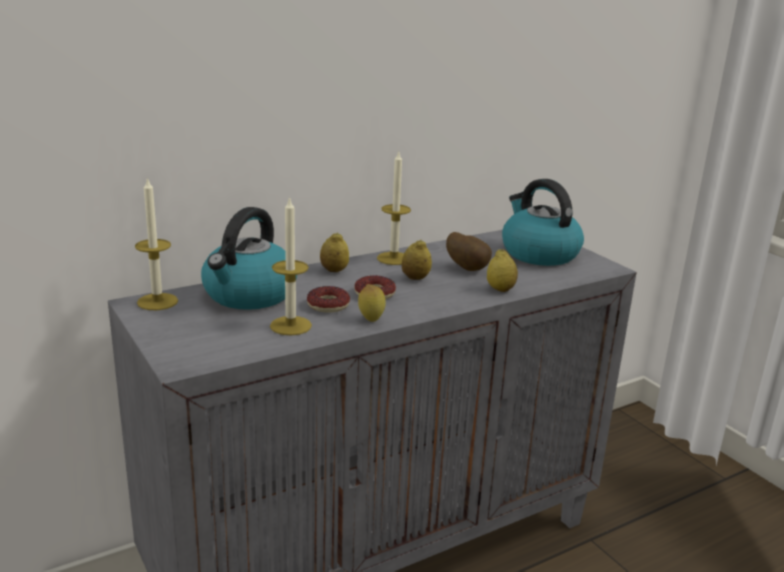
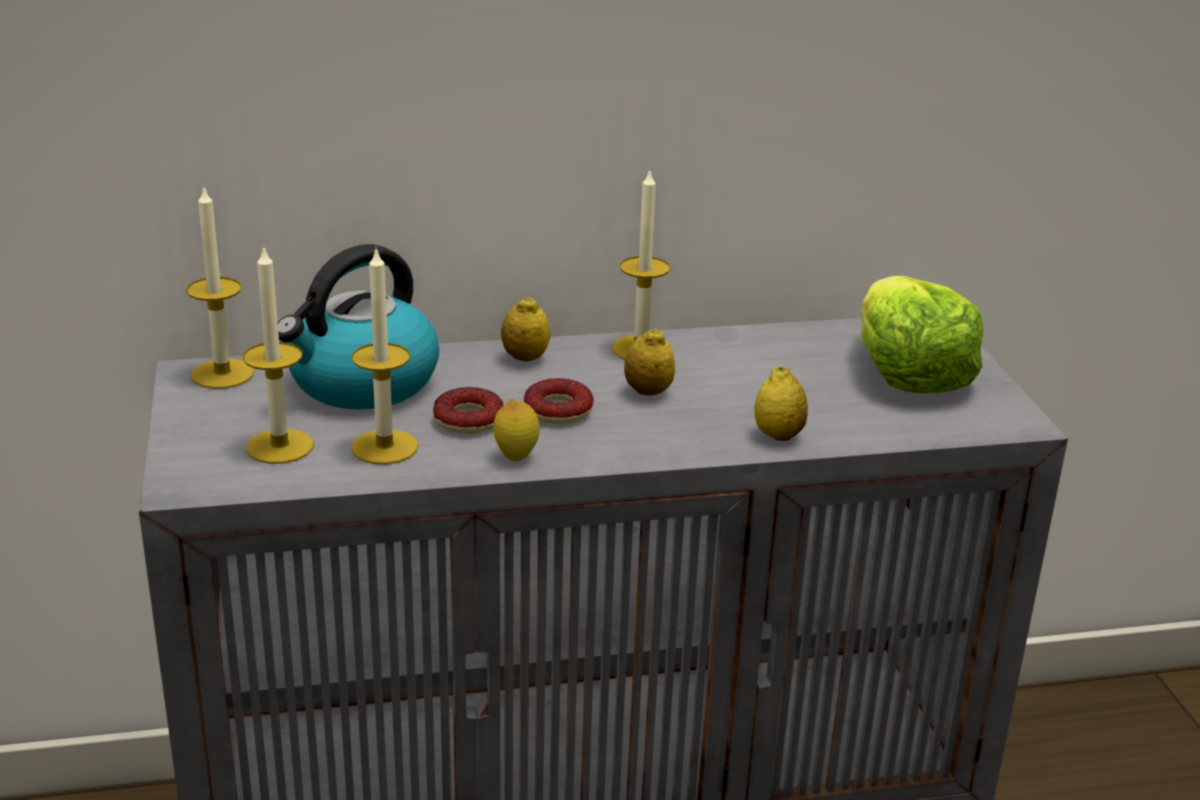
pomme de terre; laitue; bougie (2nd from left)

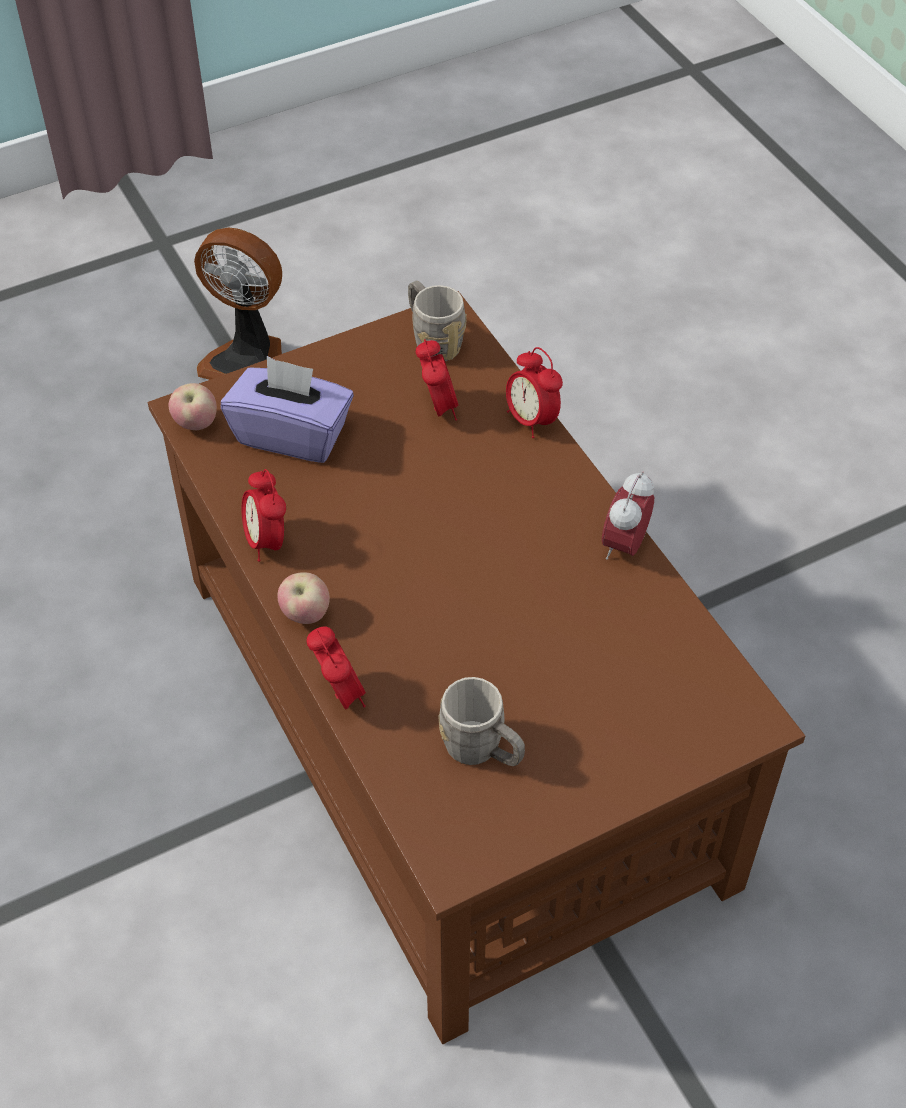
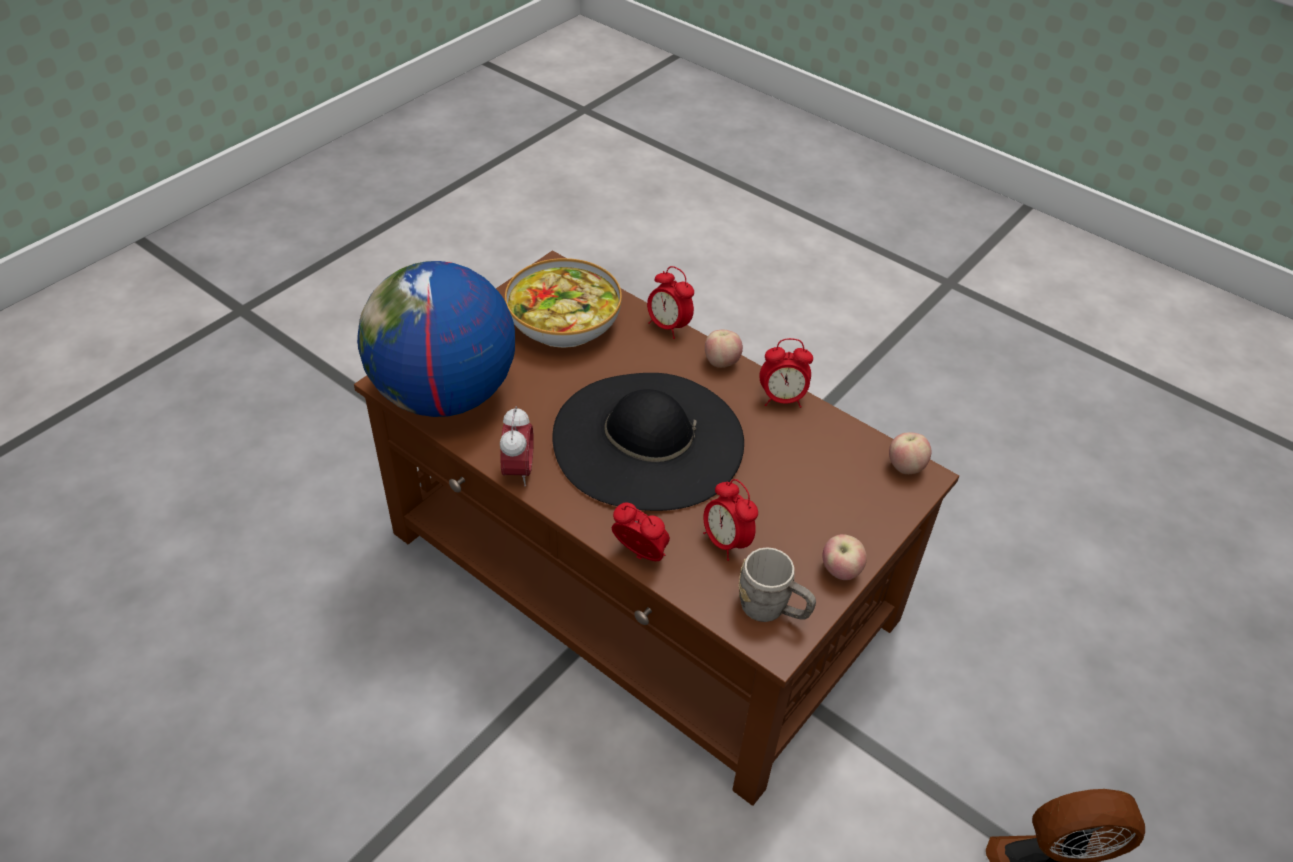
boîte à mouchoirs [violet]; réveil (5th from left); bol; globe; chapeau [noir]; pomme (2nd from left)

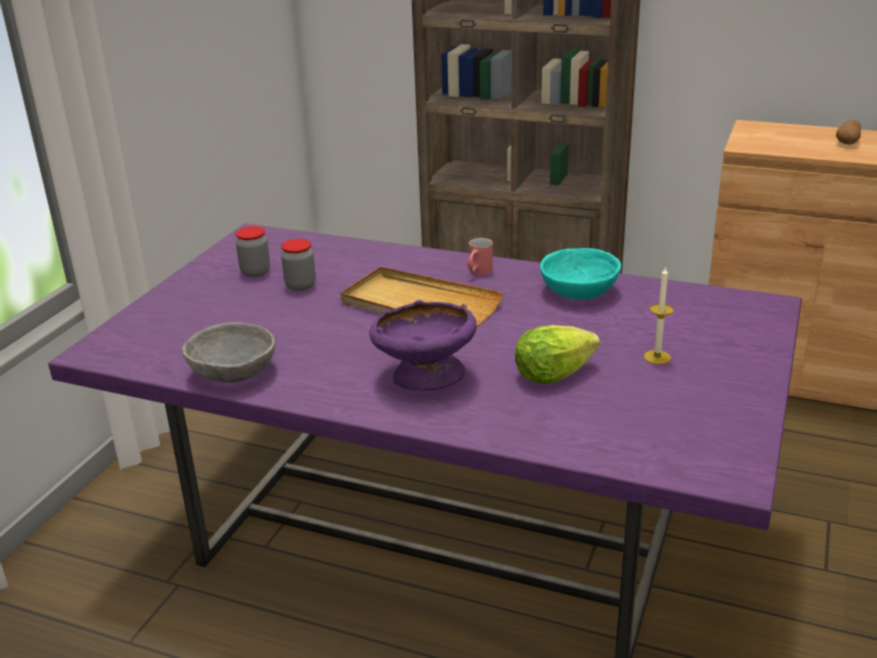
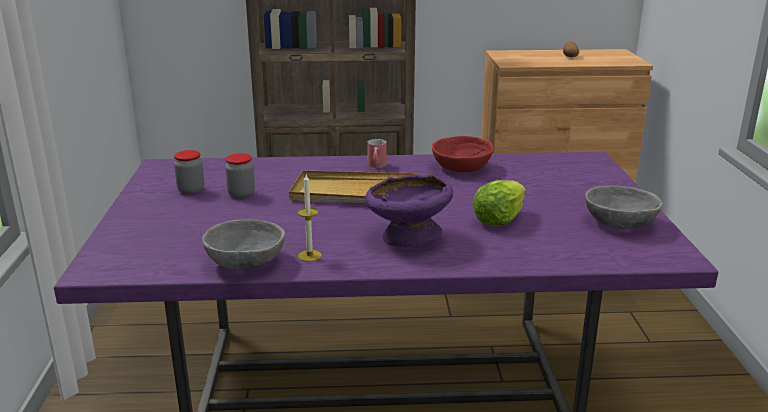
bol [rouge]; bougie; bol [gris] (2nd from left)

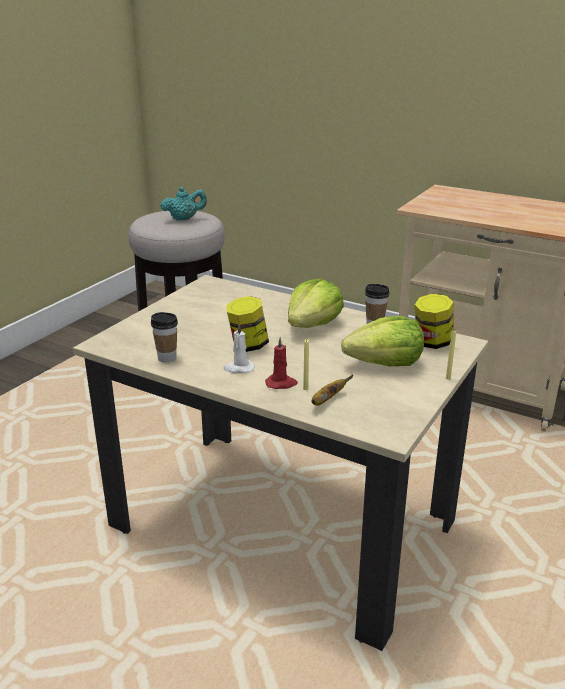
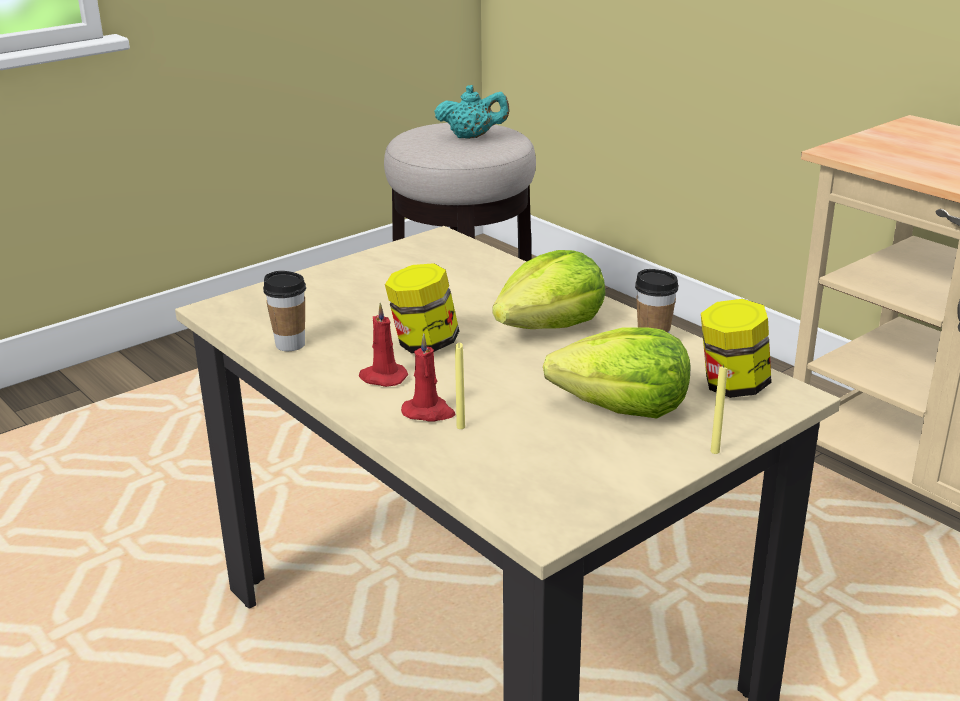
bougie [rouge] (1st from left); banane

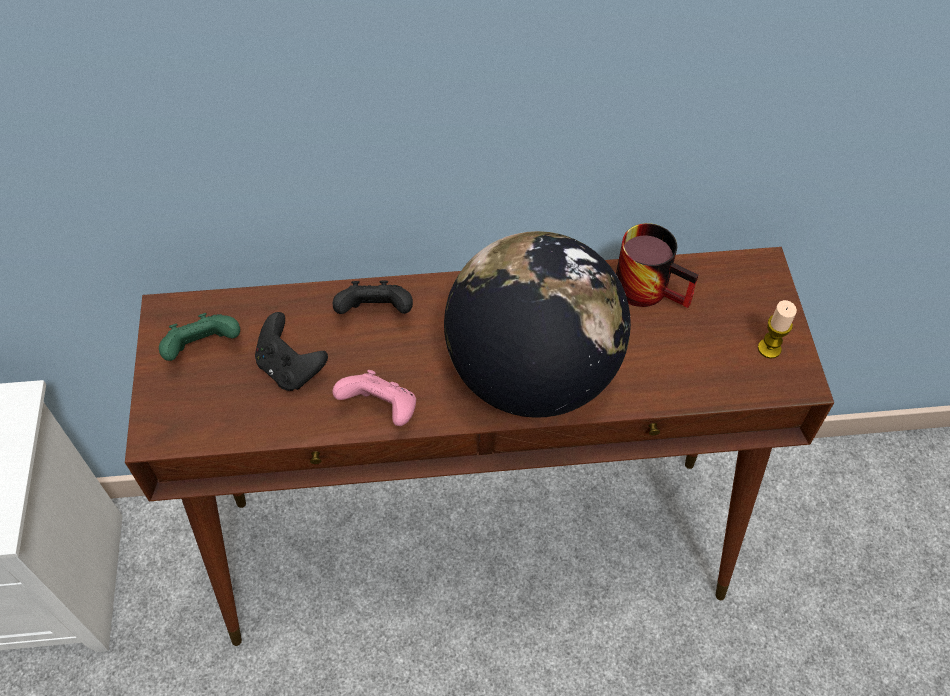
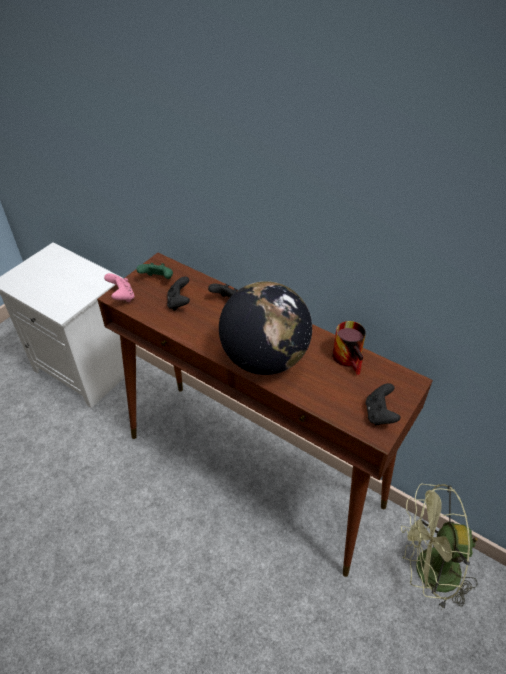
manette [rose]; manette [noir] (3rd from left); ventilateur [vert]

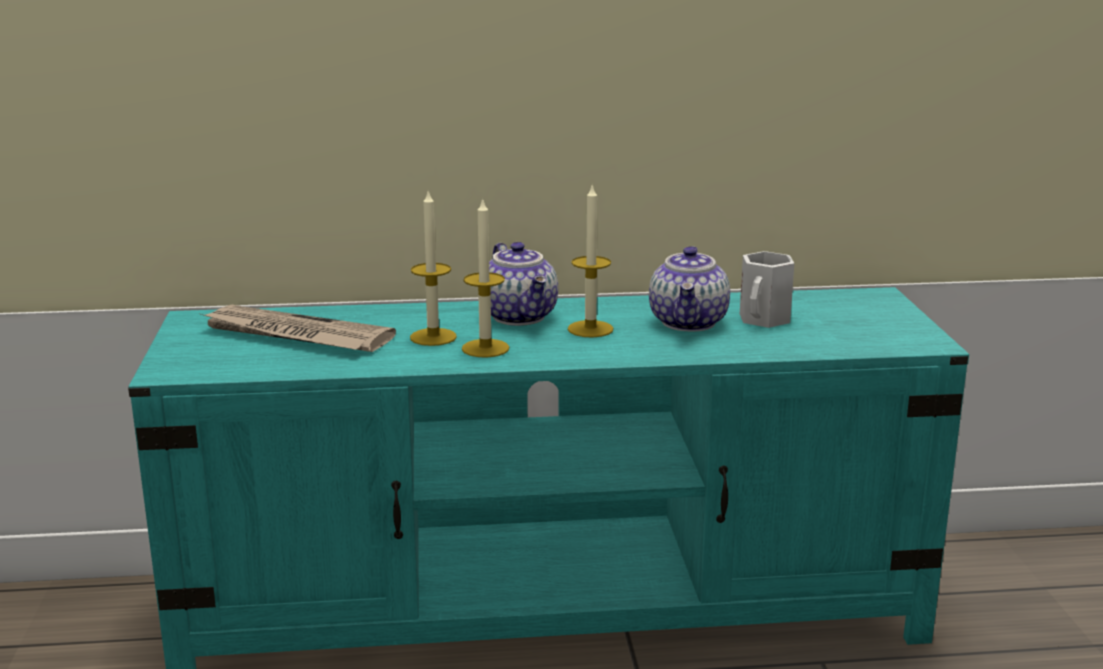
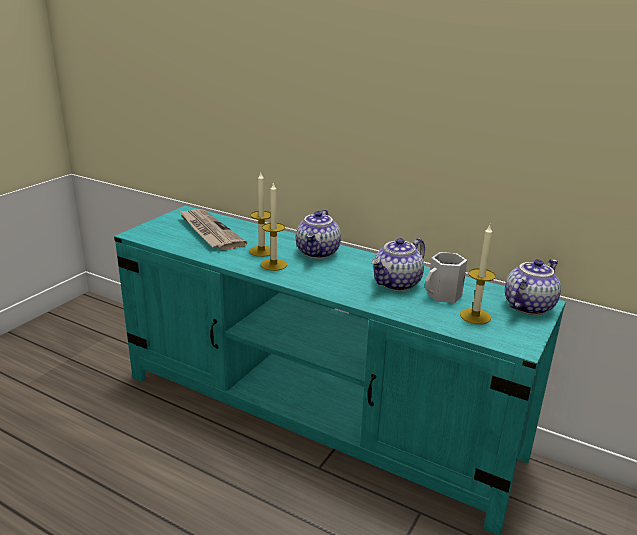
bougie (3rd from left); théière (3rd from left)

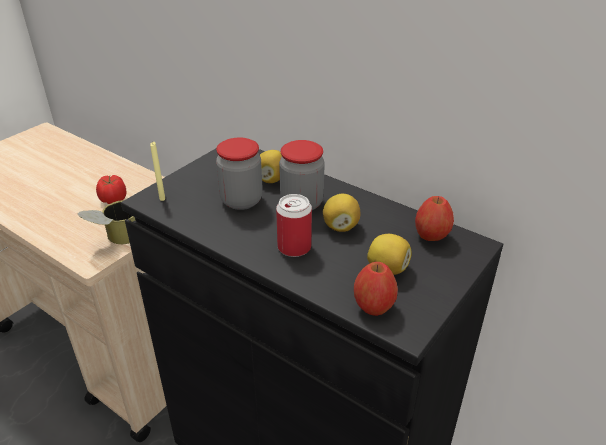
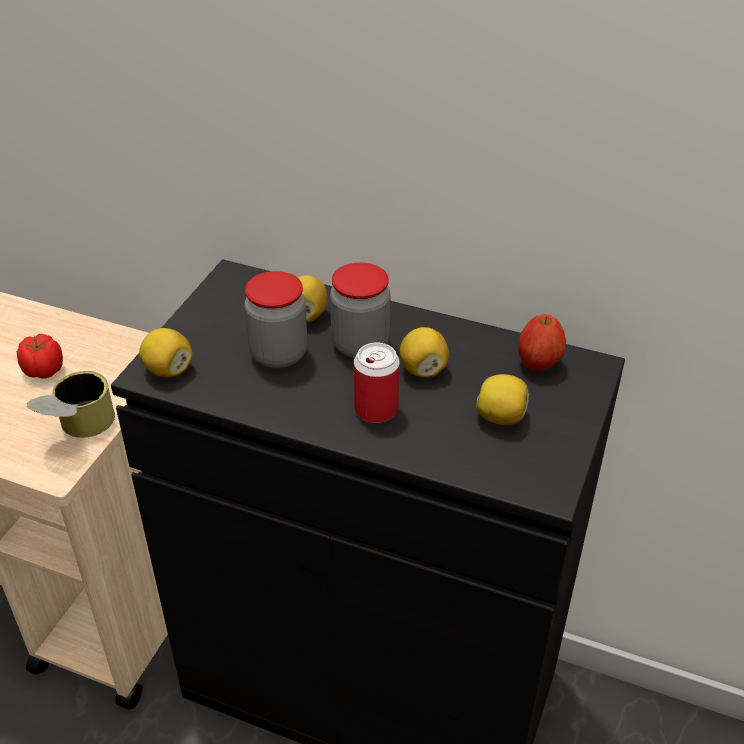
citron (1st from left); pomme (1st from left in the first image)

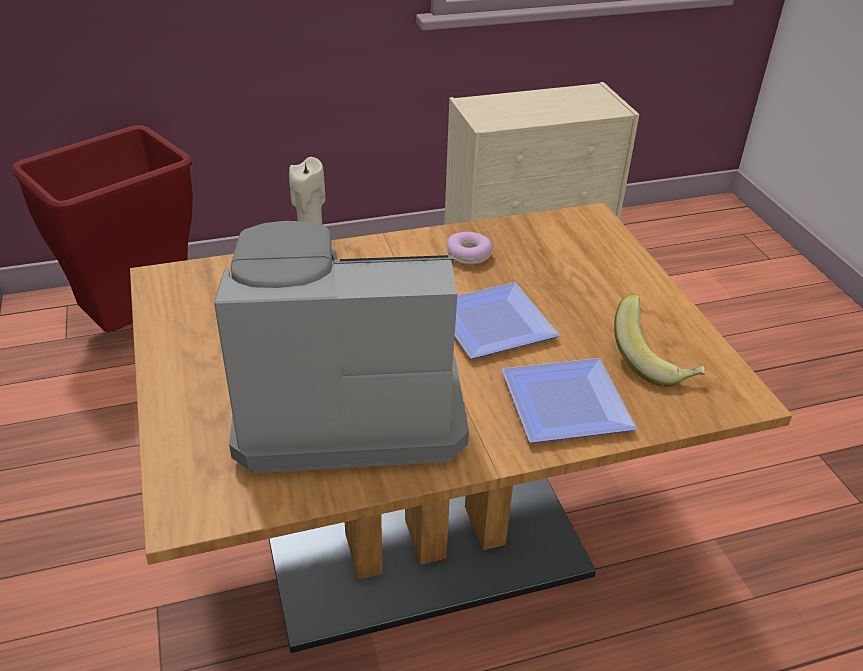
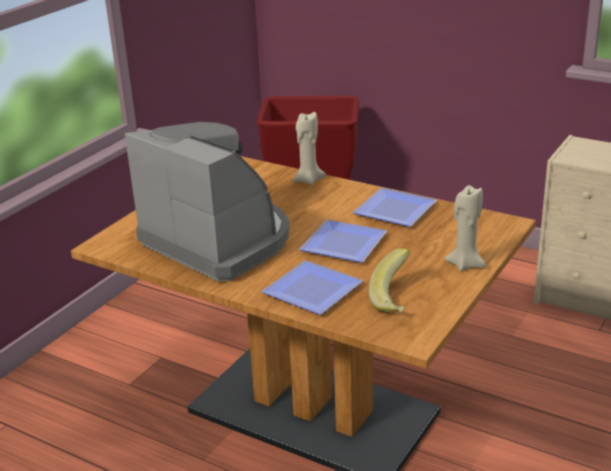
assiette (3rd from left); bougie [beige] (2nd from left)

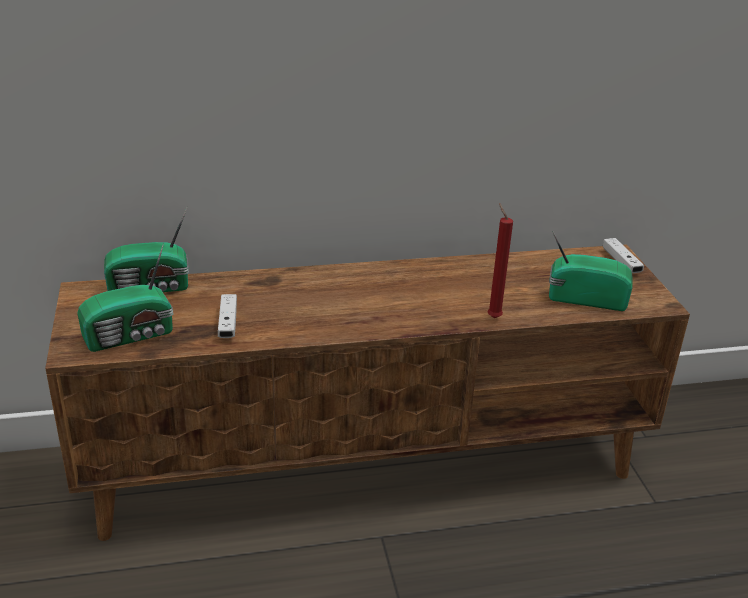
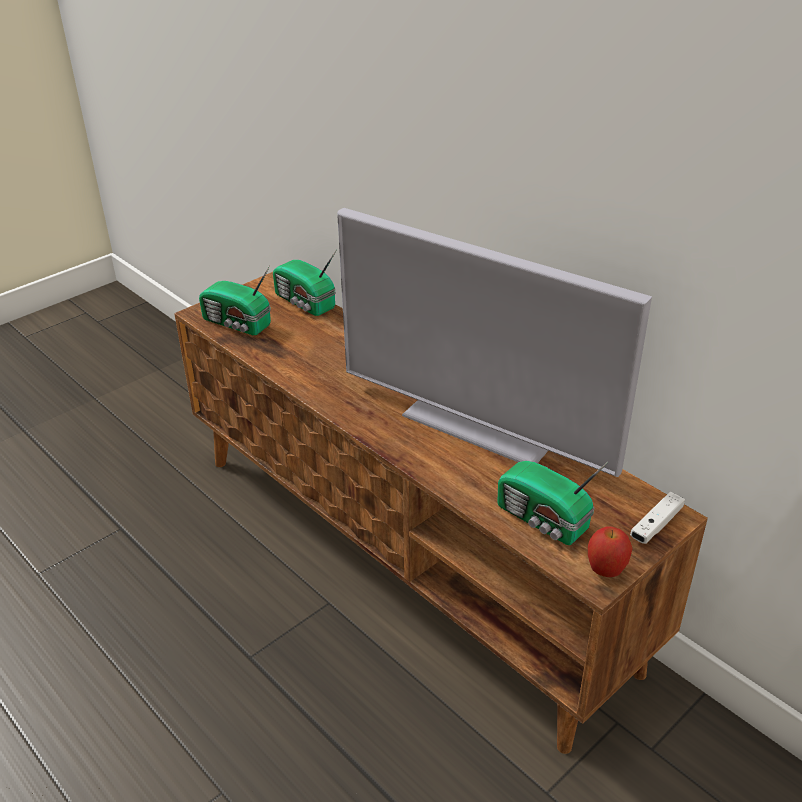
manette [blanc] (1st from left in the first image); bougie [rouge]; radio (3rd from left); téléviseur; pomme

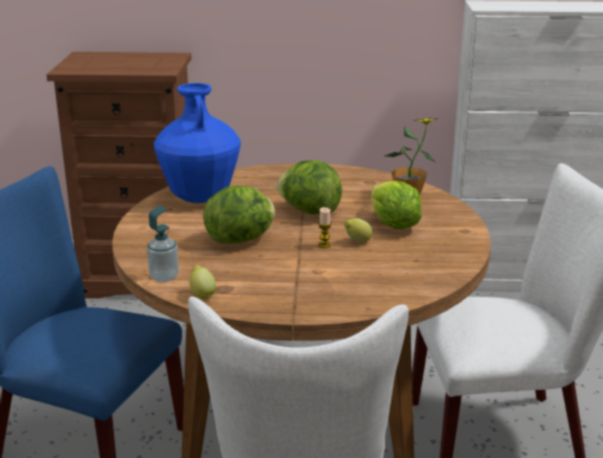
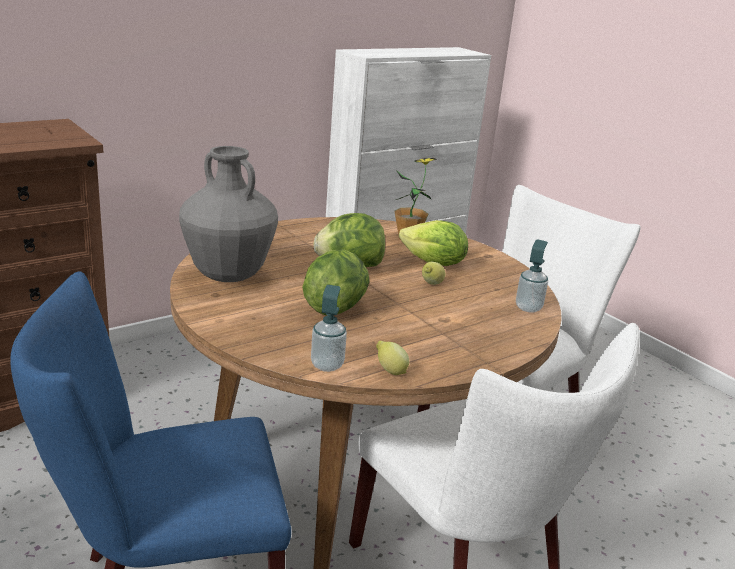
vase [gris]; bougie; distributeur de savon (2nd from left)

